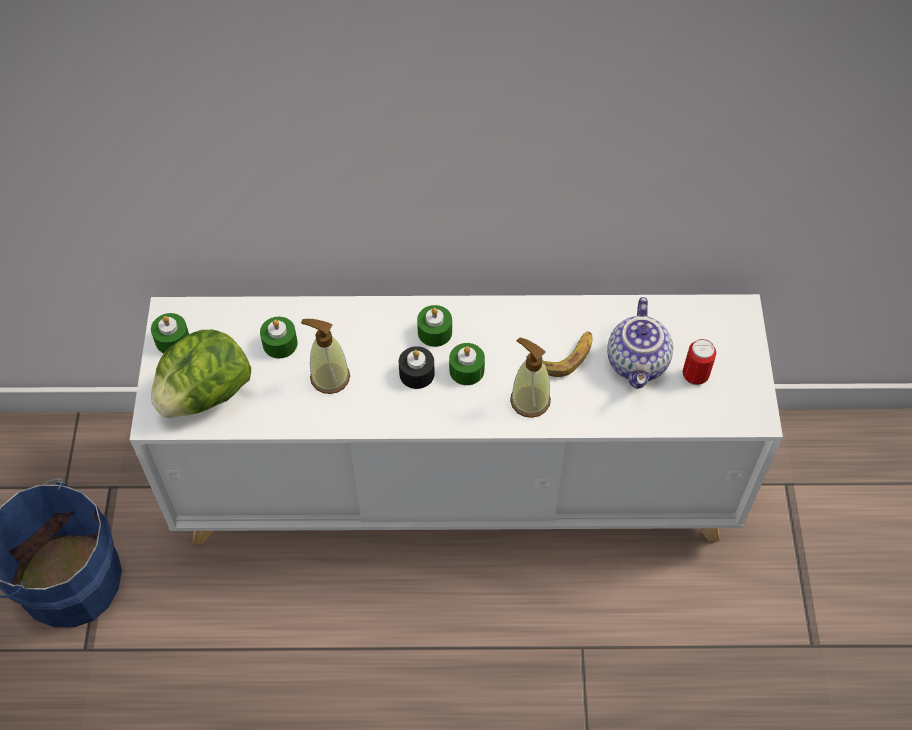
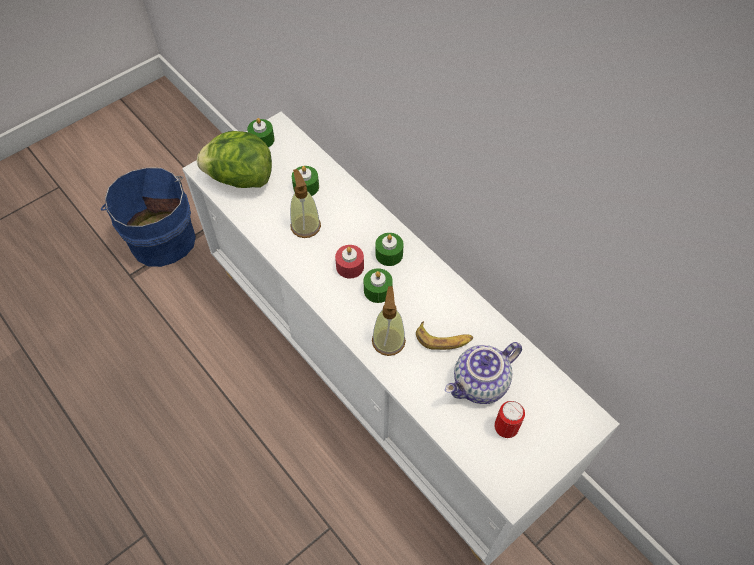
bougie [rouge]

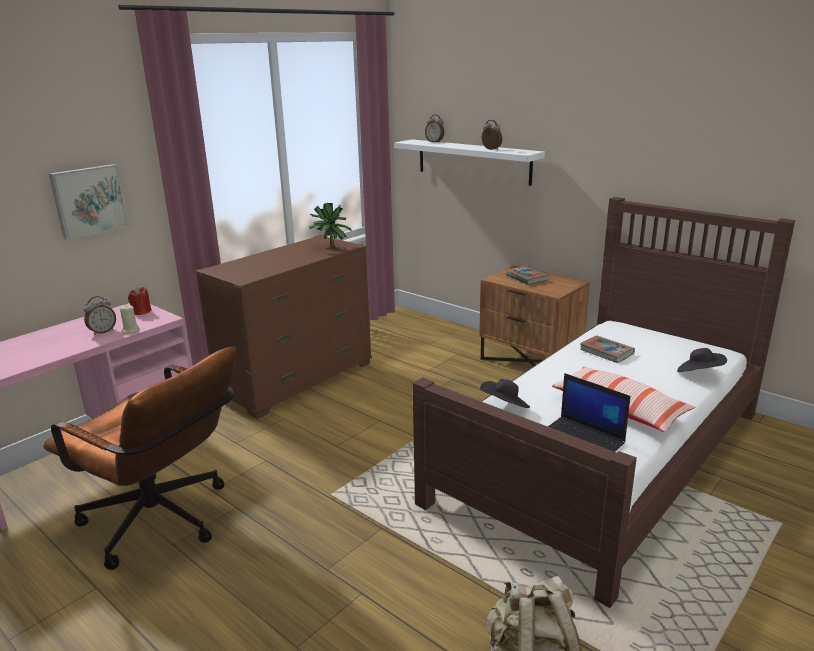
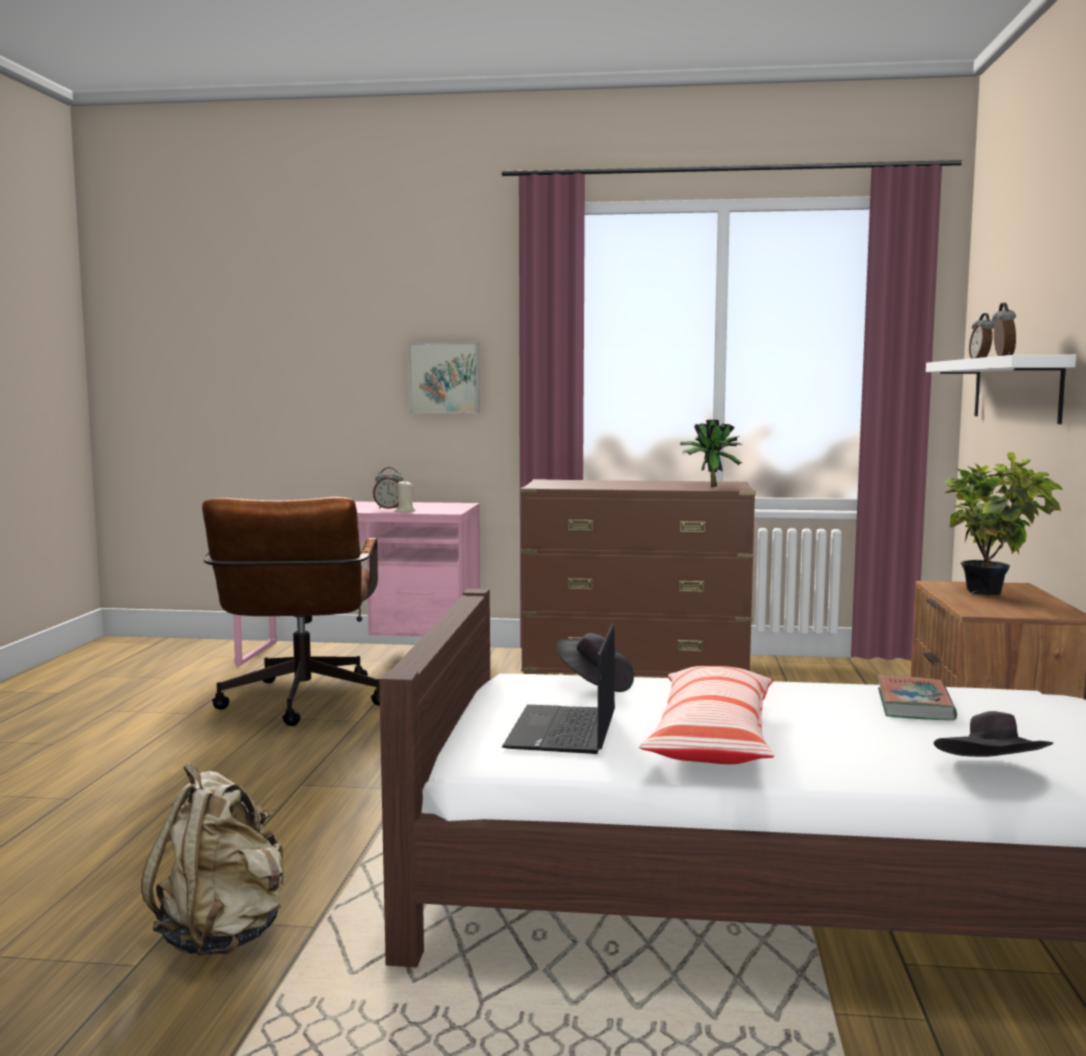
bougie [rouge]; plante en pot (2nd from left)

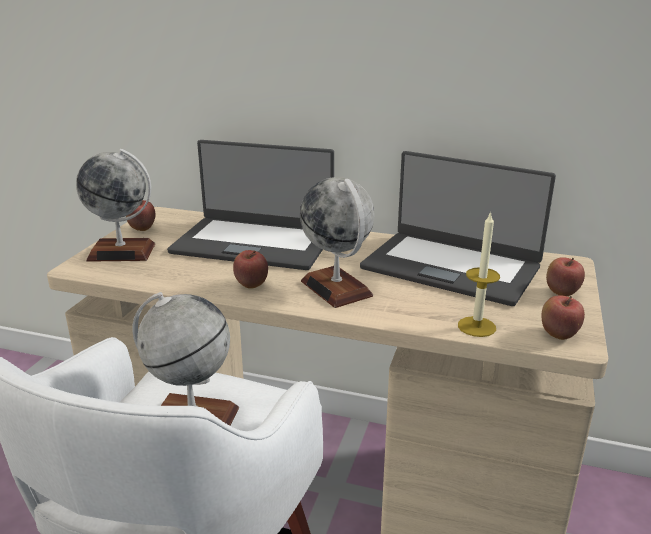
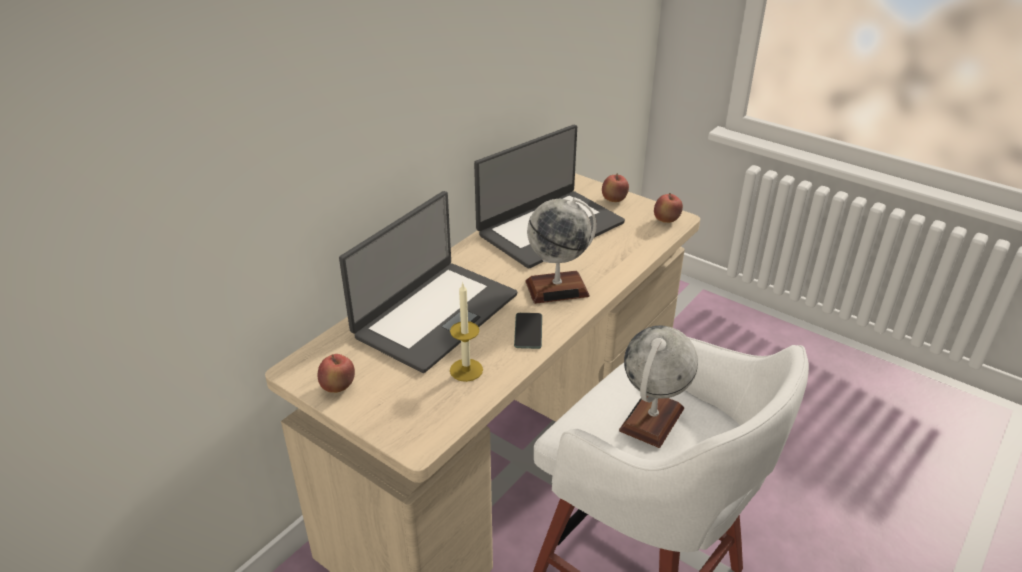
globe (1st from left in the first image); téléphone; bougie

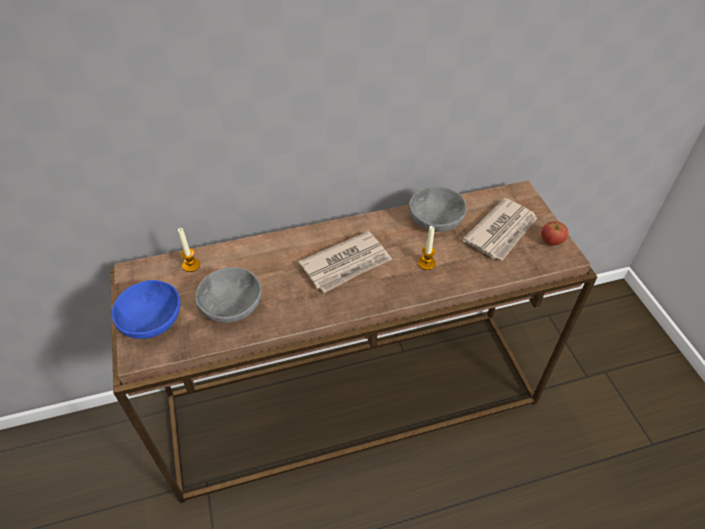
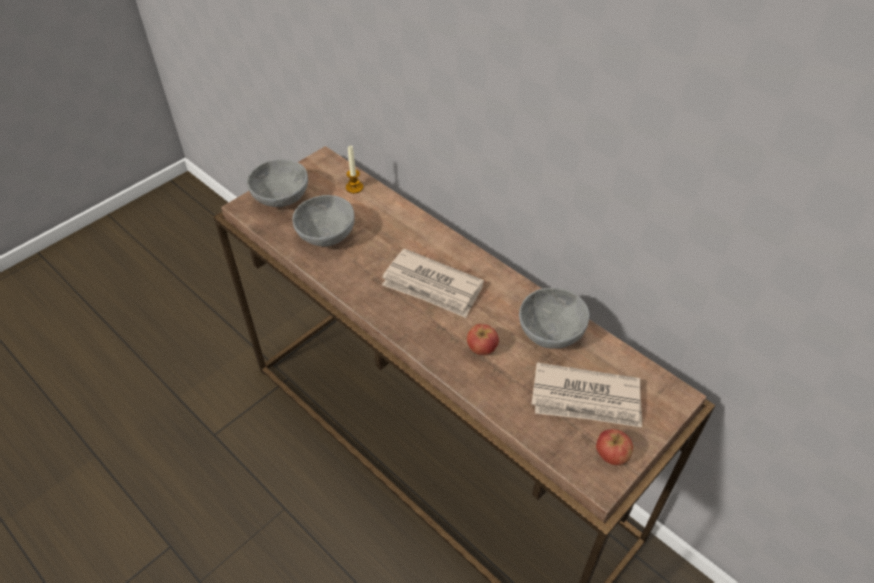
bol [gris] (1st from left); pomme (1st from left)

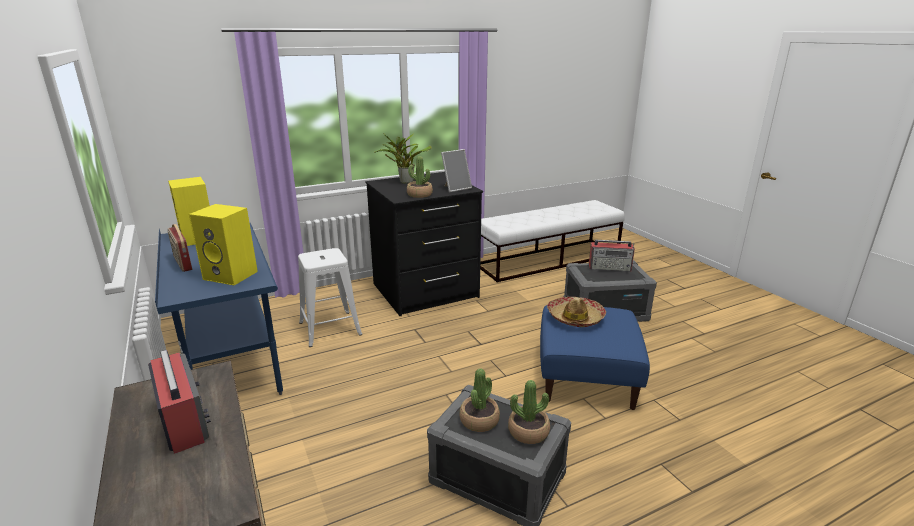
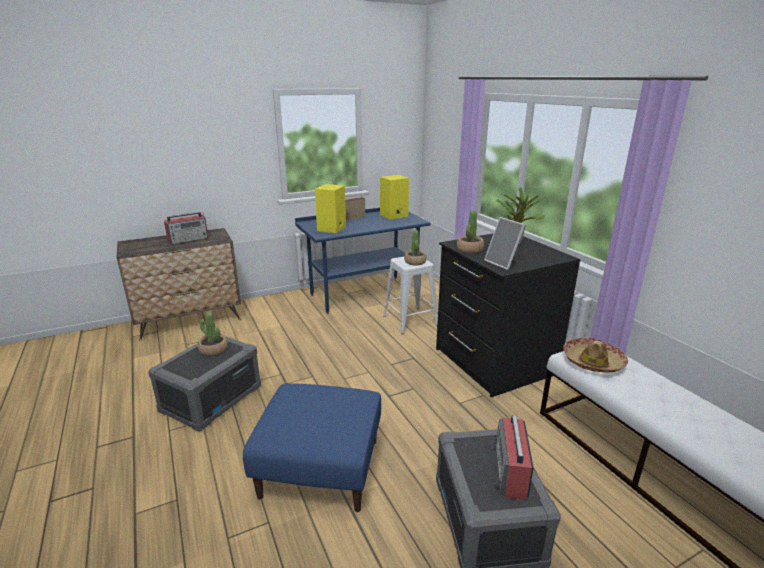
plante en pot (2nd from left); chapeau

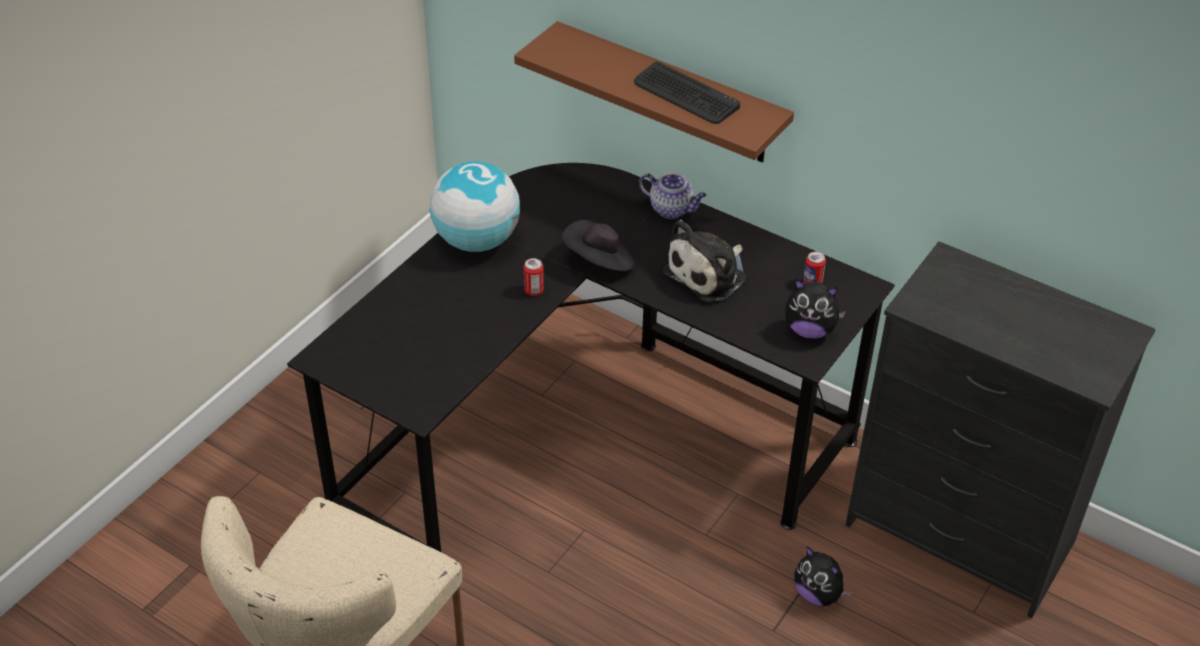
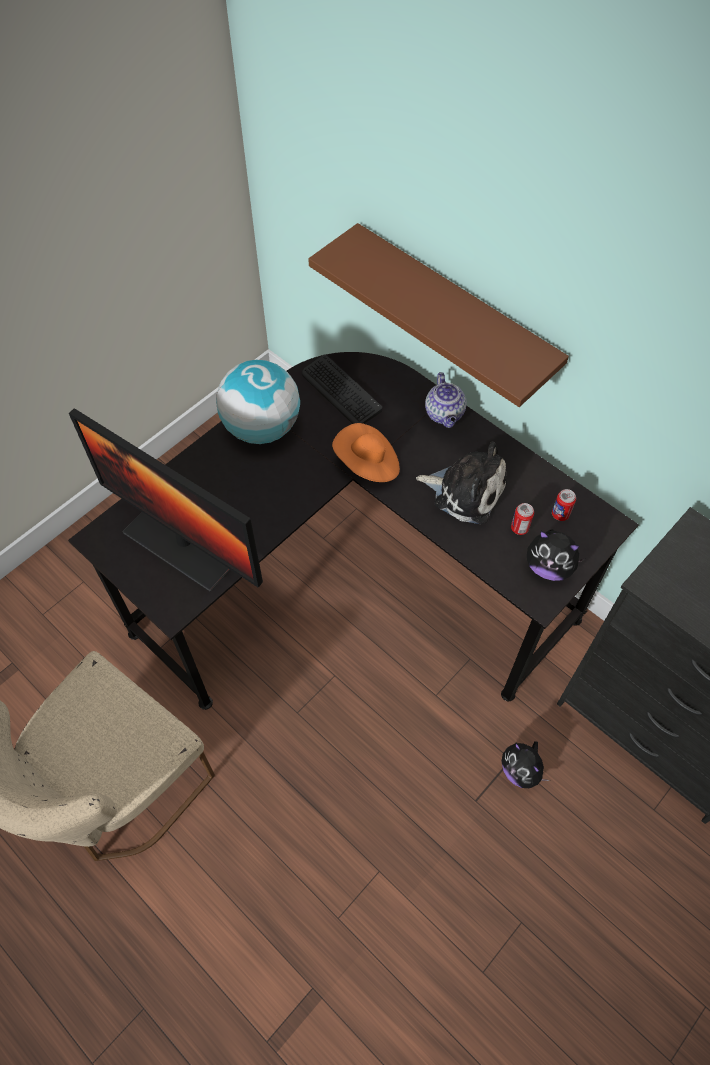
boîte métallique (1st from left); chapeau [orange]; clavier; théière; peluche (1st from left); écran d'ordinateur

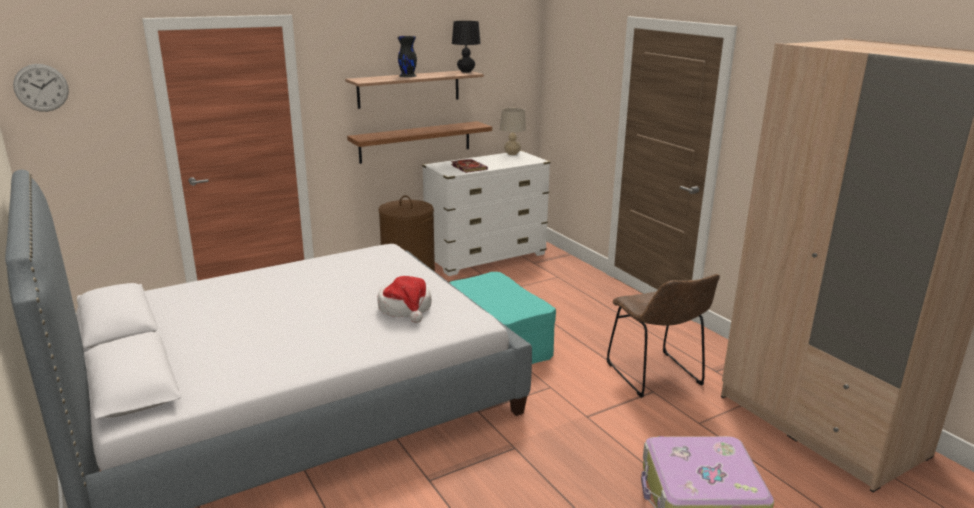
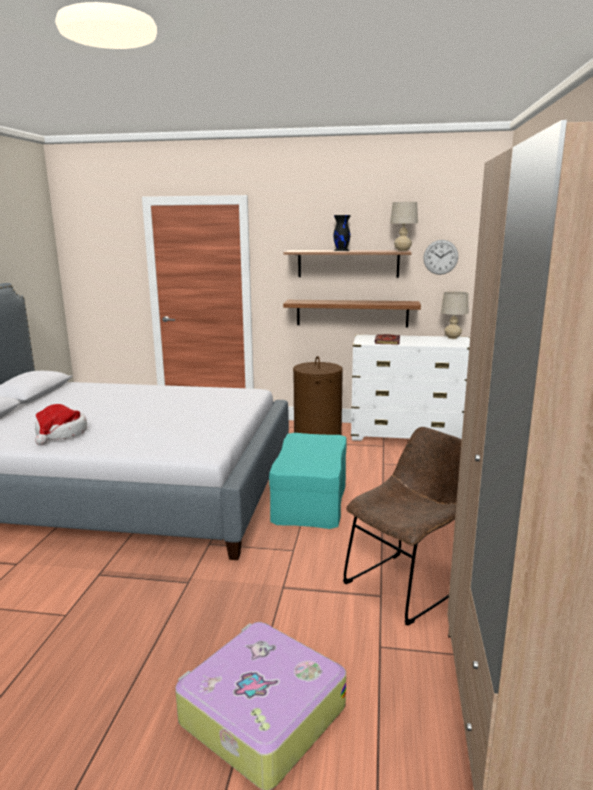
horloge murale; chapeau; lampe de table [beige] (1st from left); chaise [marron]

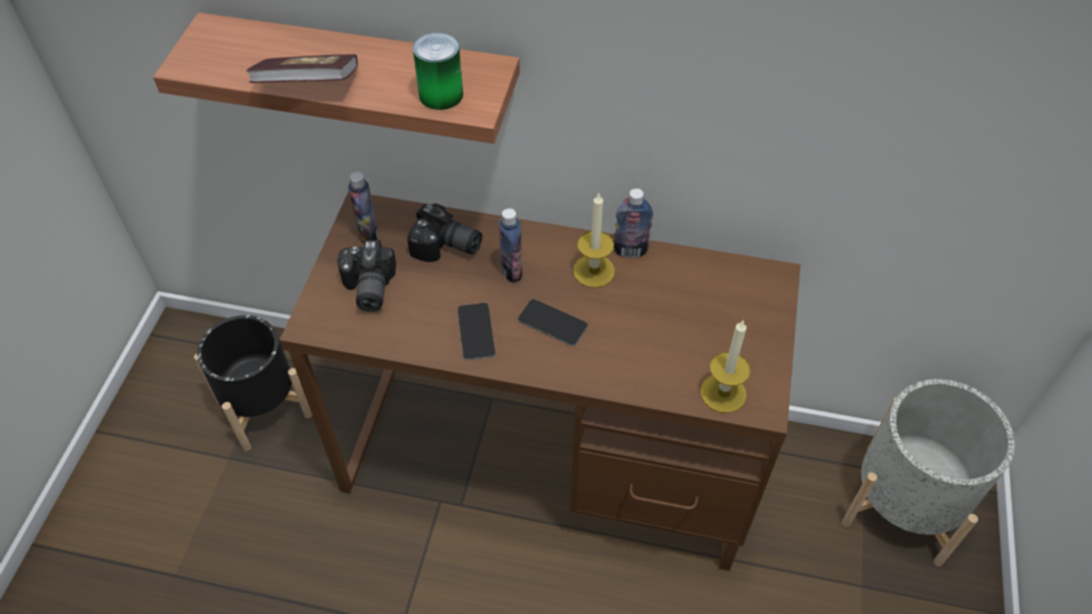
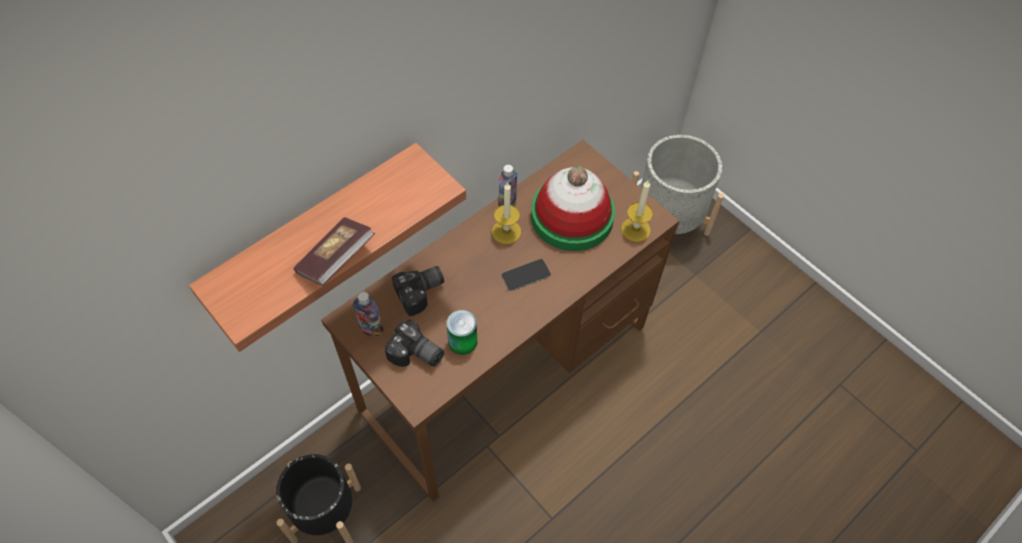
boîte métallique; téléphone (1st from left in the first image); bouteille (2nd from left in the first image); chapeau

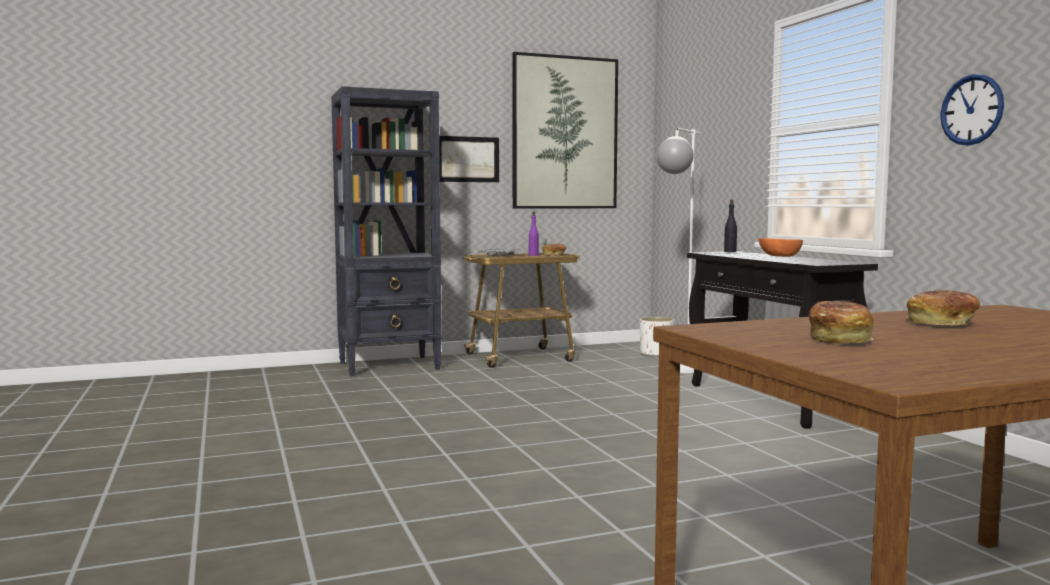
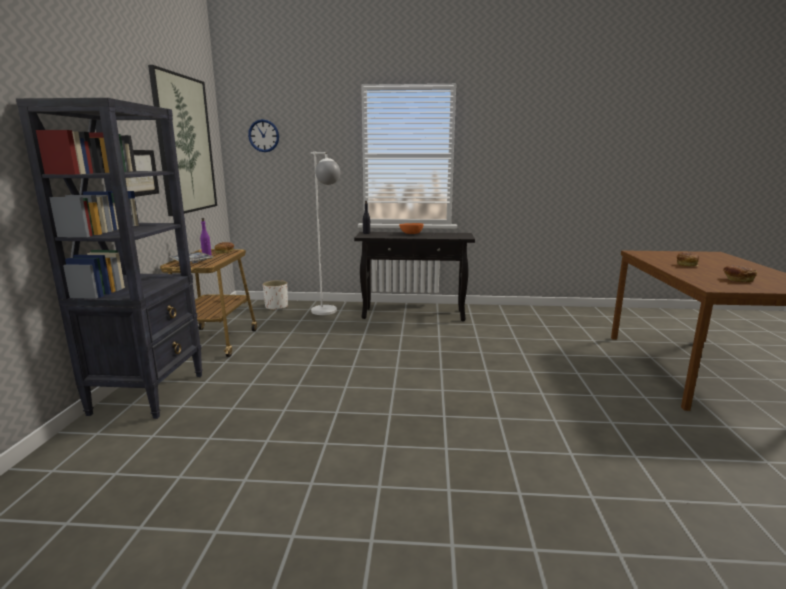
horloge murale

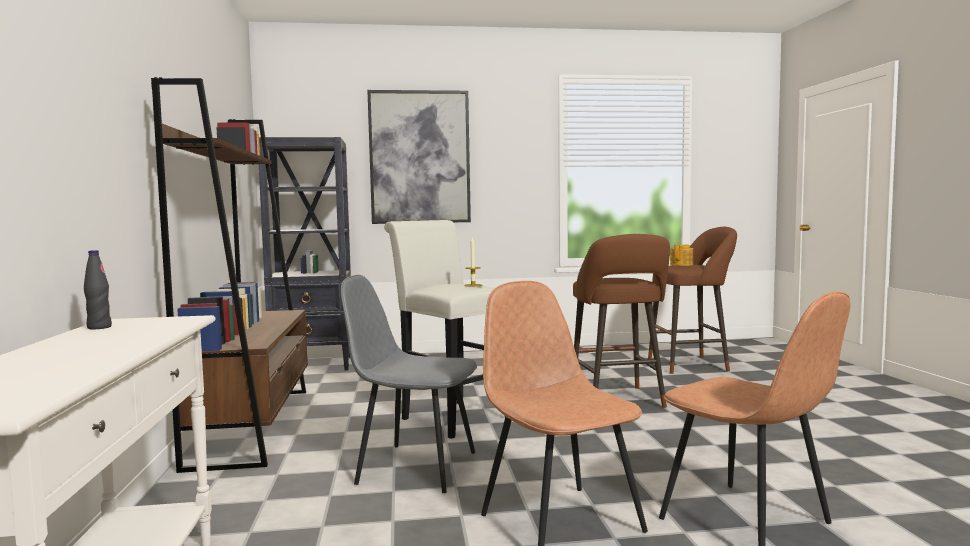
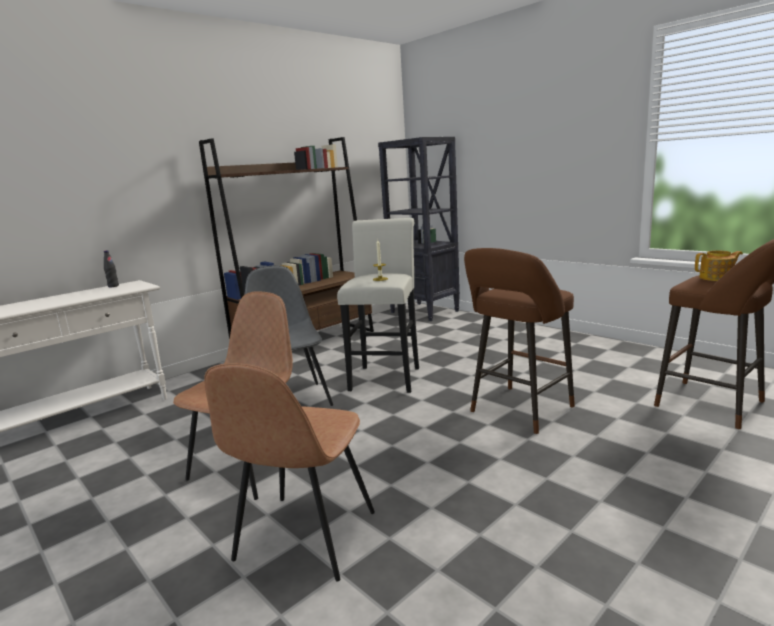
tableau

